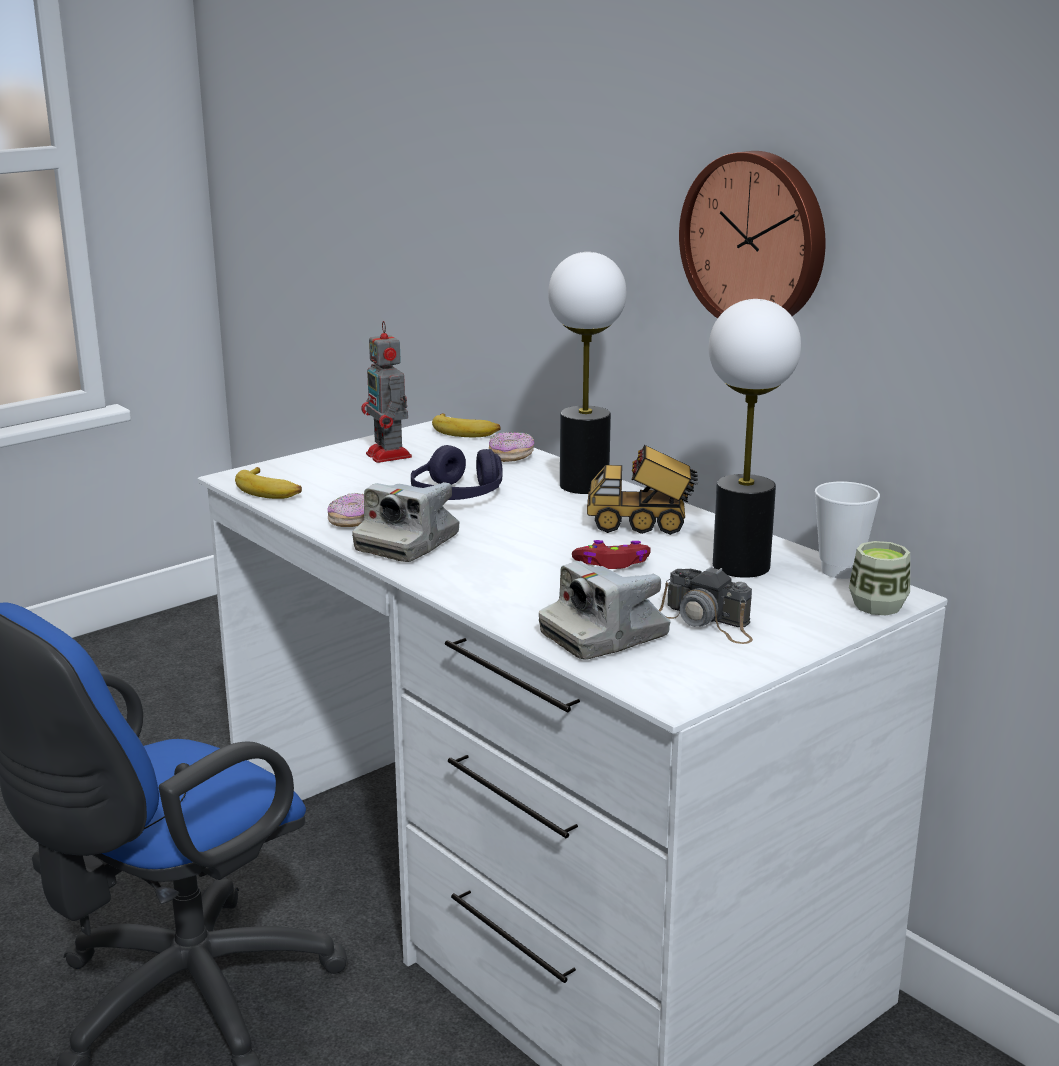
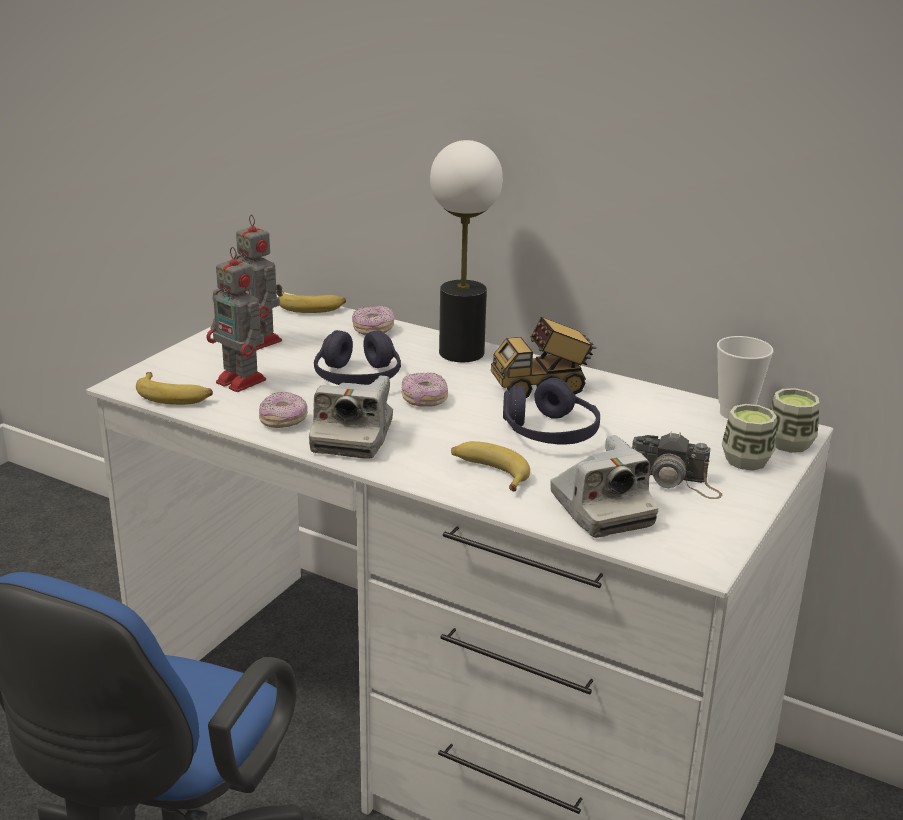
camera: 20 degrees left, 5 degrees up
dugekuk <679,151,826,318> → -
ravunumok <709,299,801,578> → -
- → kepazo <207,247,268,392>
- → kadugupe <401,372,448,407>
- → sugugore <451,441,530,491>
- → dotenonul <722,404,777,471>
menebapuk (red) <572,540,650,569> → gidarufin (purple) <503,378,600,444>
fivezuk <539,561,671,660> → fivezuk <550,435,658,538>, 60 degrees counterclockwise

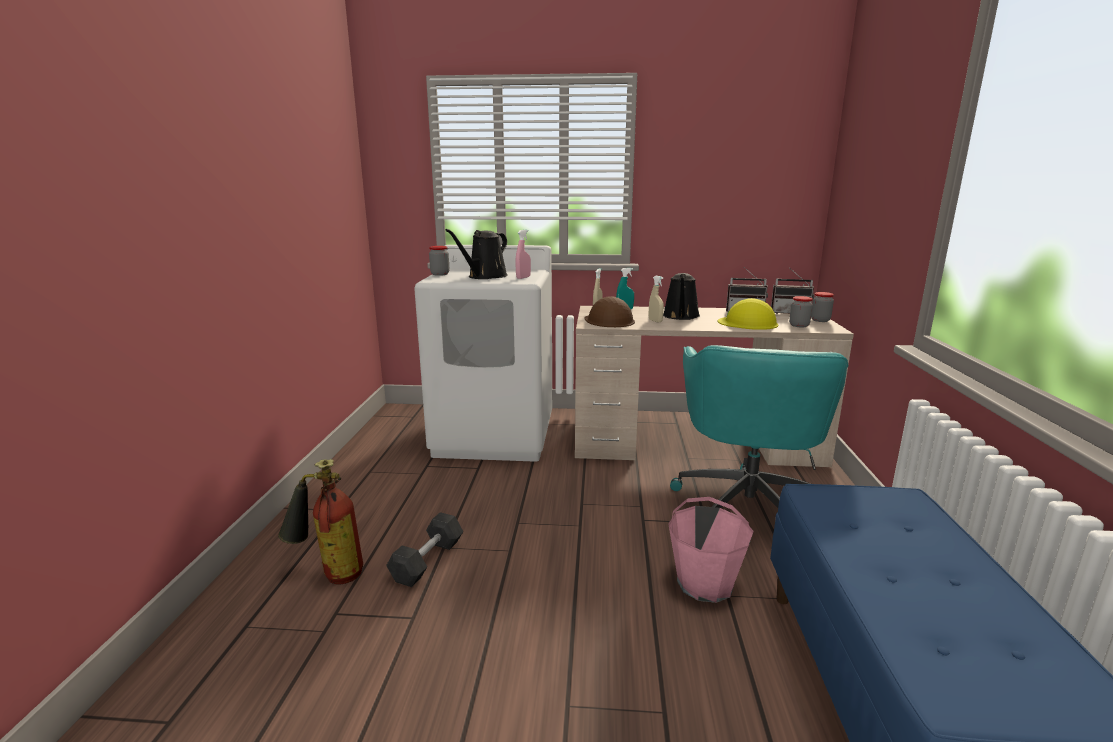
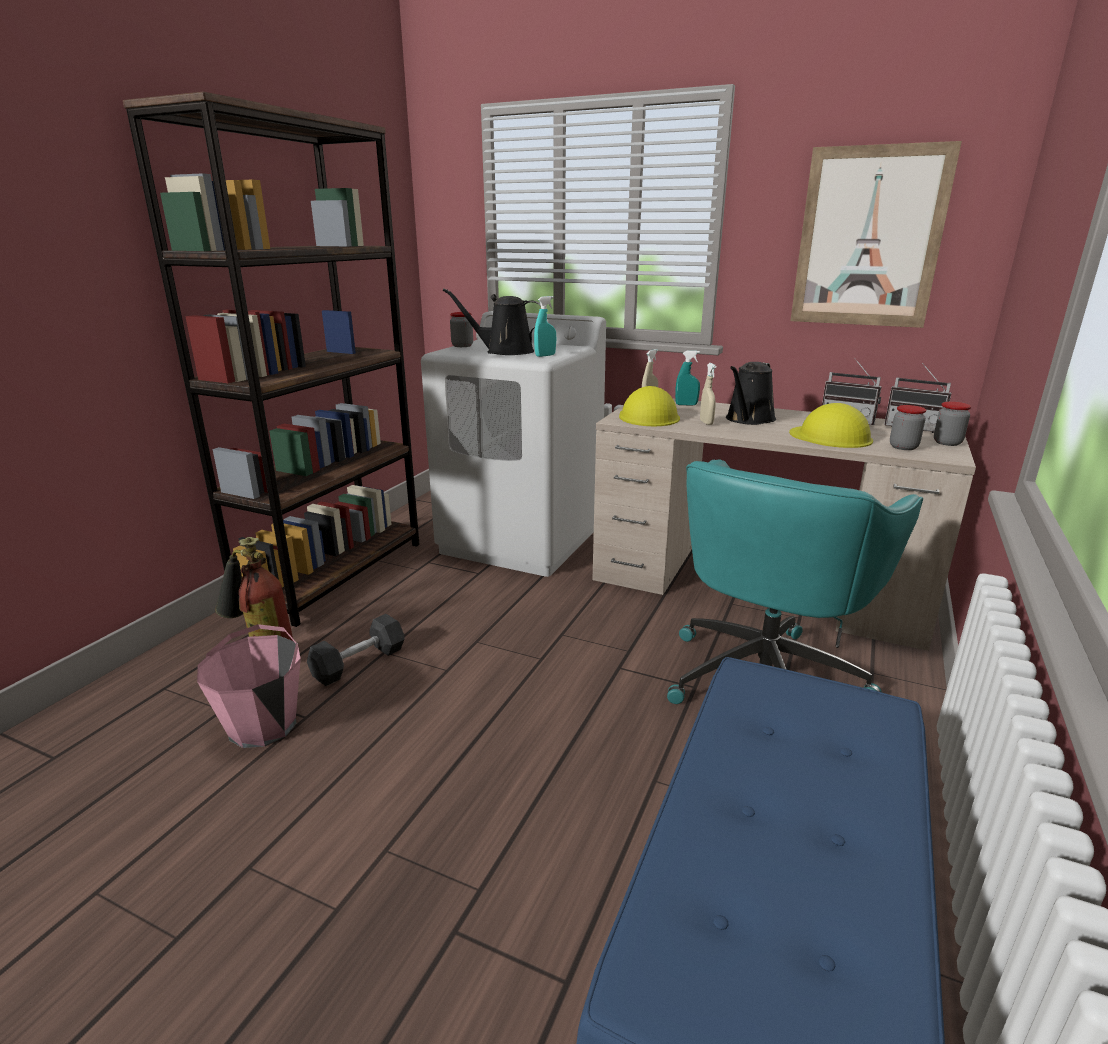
camera: 20 degrees right, 5 degrees up
- → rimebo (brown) <123,92,420,627>
- → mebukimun <790,141,962,328>
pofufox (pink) <668,497,754,603> → pofufox (pink) <197,624,301,748>, shifted
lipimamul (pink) <515,229,531,279> → lipimamul (turquoise) <534,296,556,357>
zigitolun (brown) <584,296,635,327> → zigitolun (yellow) <619,386,680,426>
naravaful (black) <445,229,508,279> → naravaful (black) <443,289,541,355>, 45 degrees clockwise

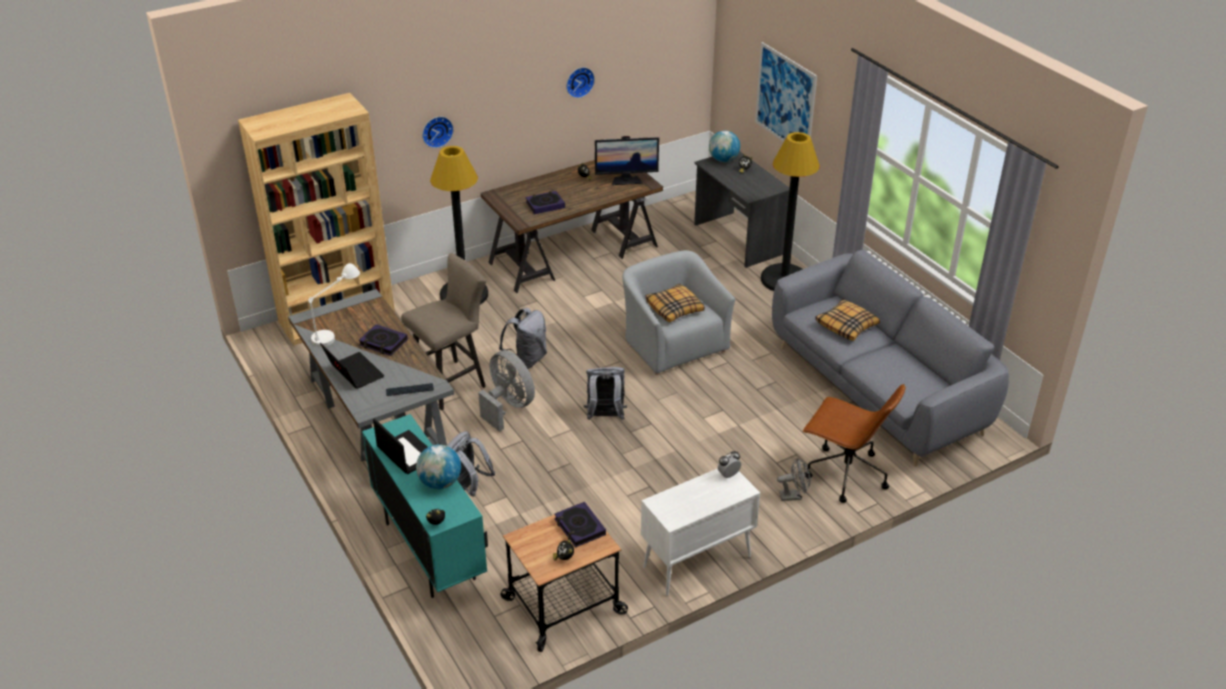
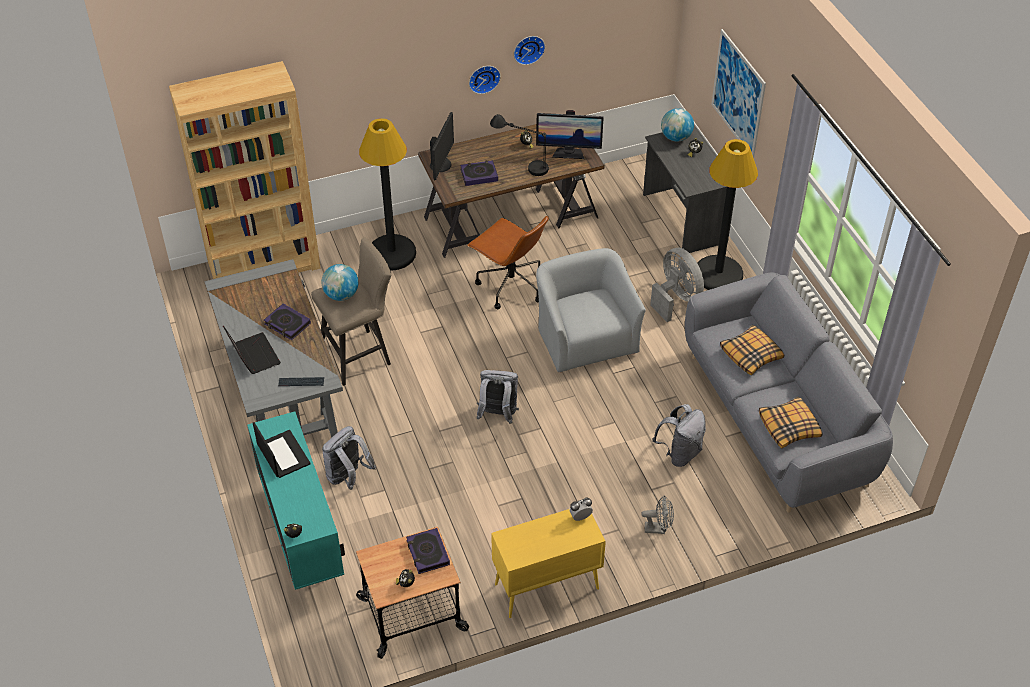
camera: 10 degrees right, 10 degrees up
ravunumok (white) <308,263,360,347> → -
- → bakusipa <430,112,454,181>
- → ravunumok (black) <490,114,549,176>
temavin <416,444,461,489> → temavin <321,264,358,301>, shifted
dugekuk <422,117,454,148> → dugekuk <469,66,501,94>, shifted
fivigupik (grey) <478,350,535,432> → fivigupik (grey) <650,248,704,322>, shifted
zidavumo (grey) <499,308,547,369> → zidavumo (grey) <652,404,706,467>, shifted
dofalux <646,284,705,322> → dofalux <759,397,822,448>, shifted
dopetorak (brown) <803,384,906,503> → dopetorak (brown) <467,216,549,309>, shifted
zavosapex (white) <641,469,760,596> → zavosapex (yellow) <491,509,606,618>

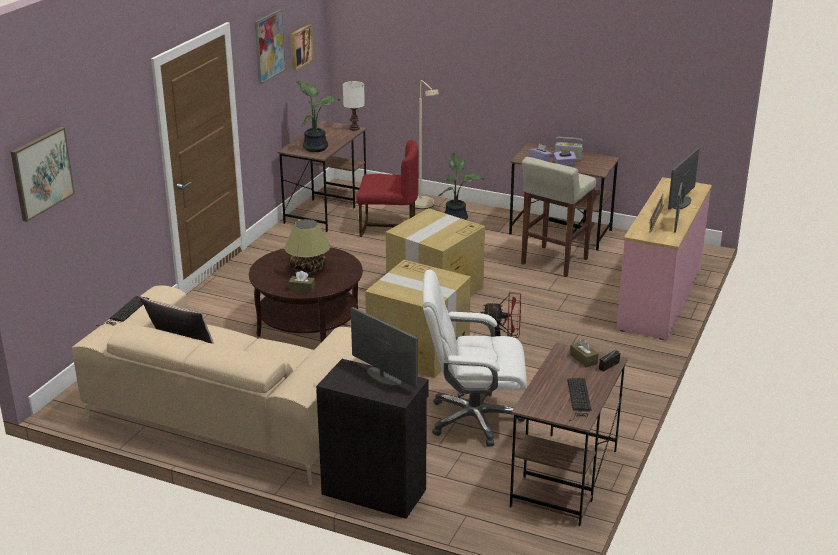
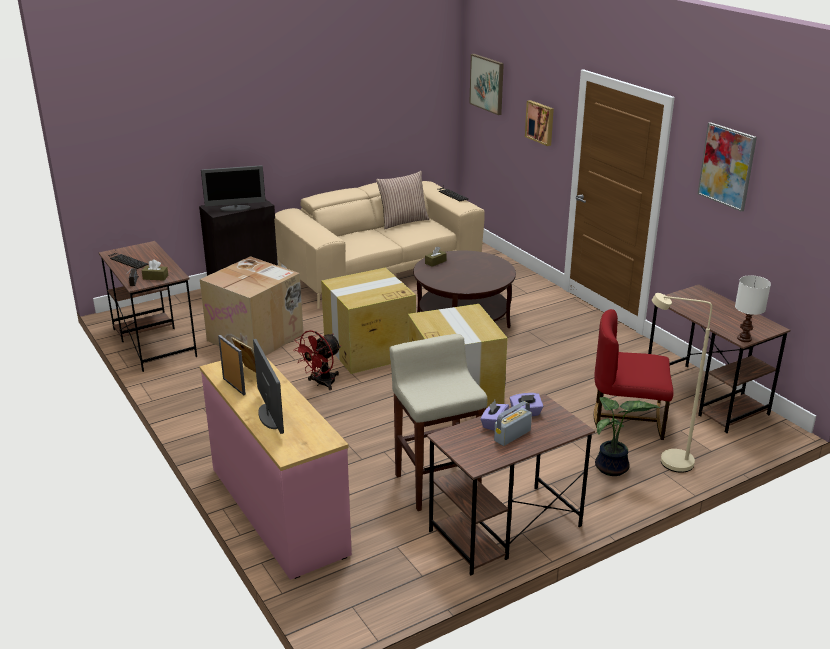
camera: 125 degrees right, 0 degrees up
ravunumok <284,219,330,274> → -
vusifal <296,81,340,152> → -
mebukimun <290,24,314,71> → mebukimun <525,100,554,146>, shifted
dopetorak (white) <423,269,527,447> → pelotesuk <200,256,304,356>
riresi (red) <356,140,419,237> → riresi (red) <594,309,674,440>, 60 degrees clockwise

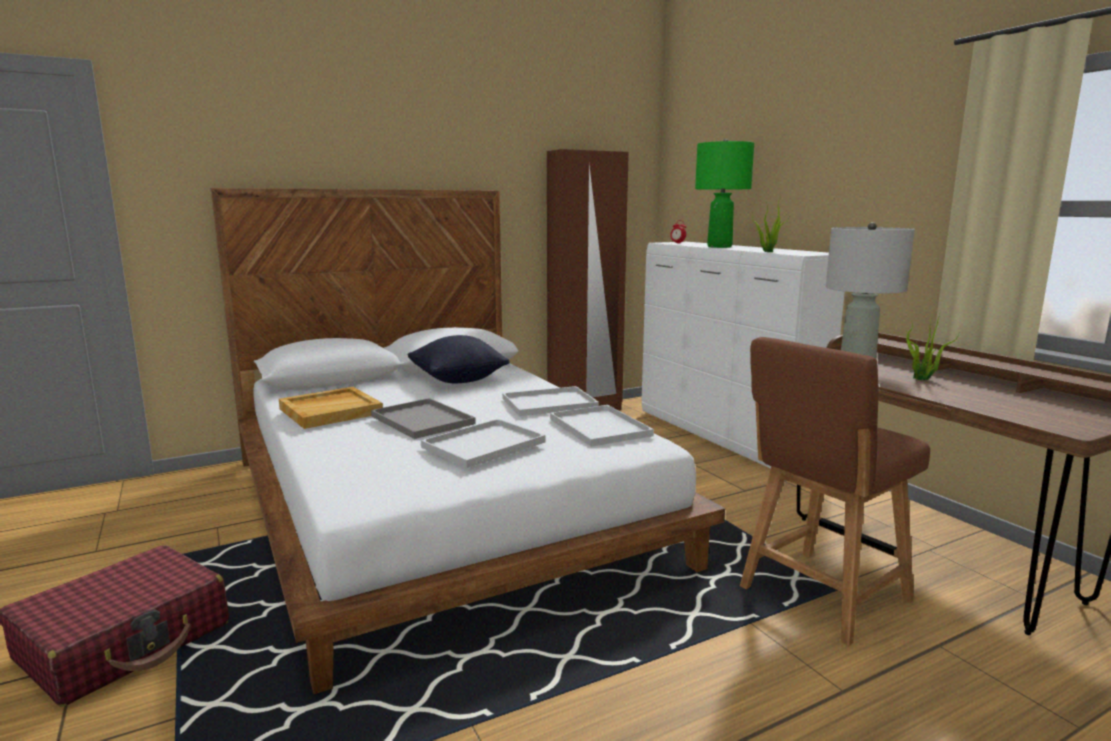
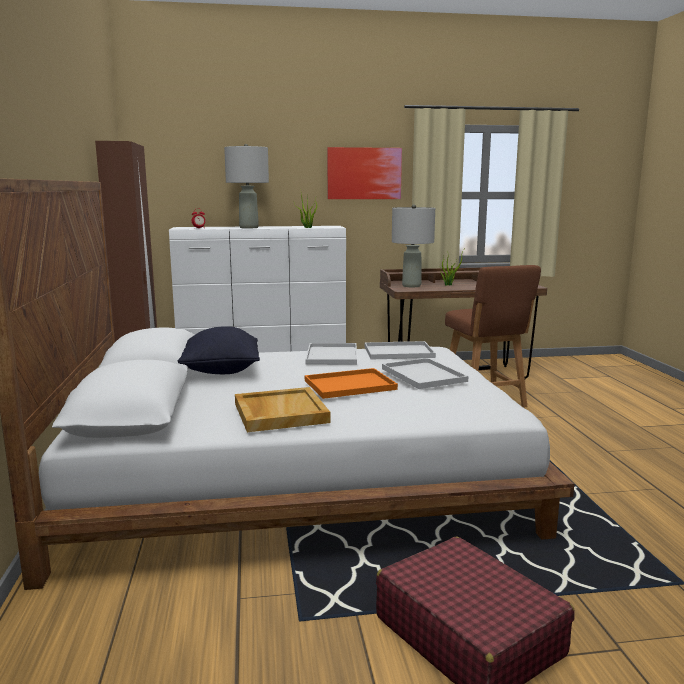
camera: 70 degrees left, 0 degrees up
- → mebukimun <327,147,402,199>
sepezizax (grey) <371,398,476,439> → sepezizax (orange) <305,368,398,399>
ravunumok (green) <695,139,754,248> → ravunumok (grey) <224,144,269,228>

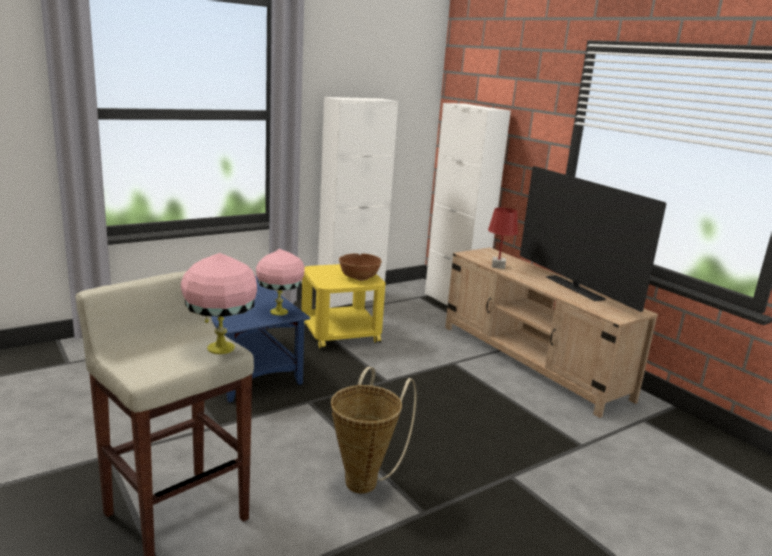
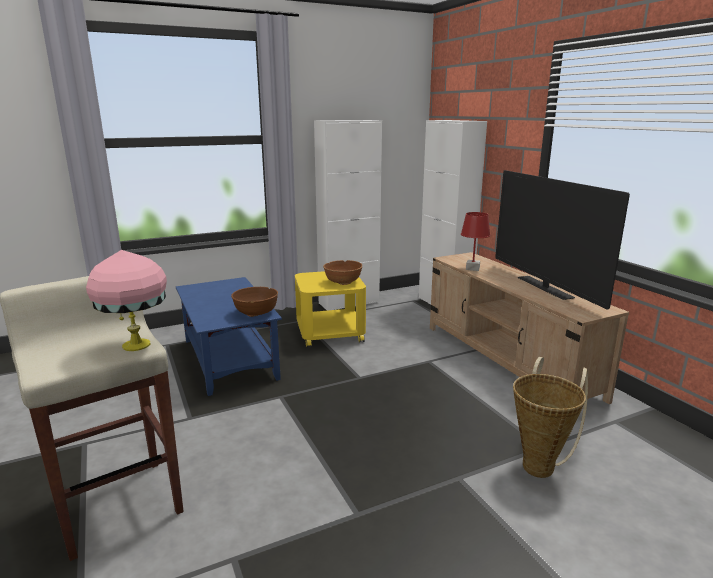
camera: 10 degrees right, 0 degrees up
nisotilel <331,367,417,494> → nisotilel <513,357,588,478>, shifted
ravunumok (pink) <256,249,305,316> → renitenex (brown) <231,287,278,317>

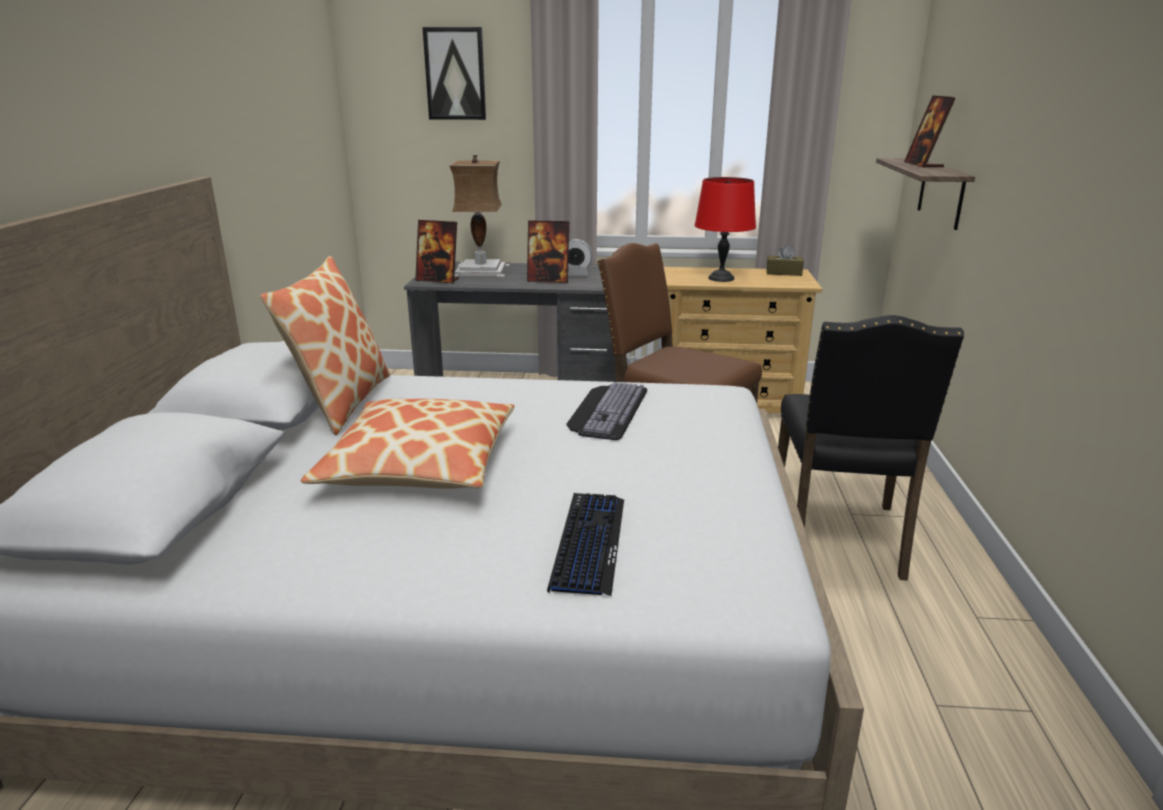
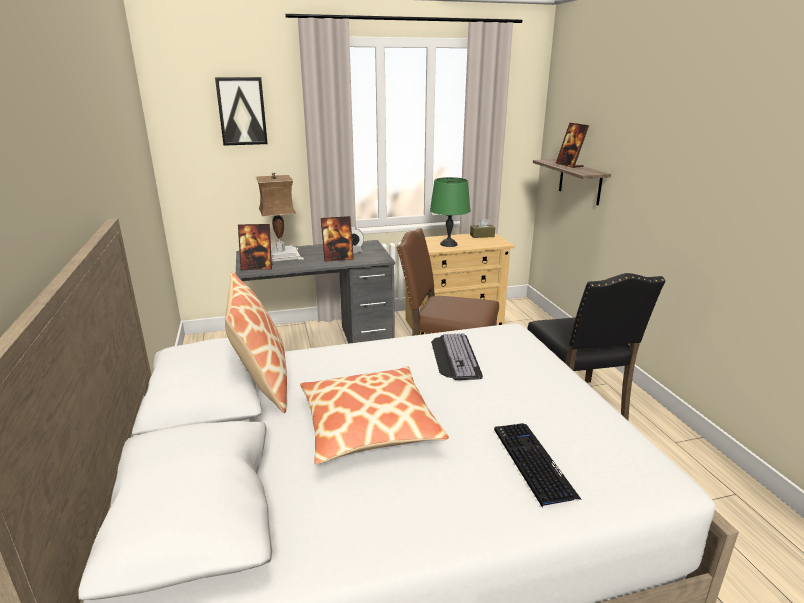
camera: 20 degrees left, 0 degrees up
ravunumok (red) <695,177,756,282> → ravunumok (green) <430,177,470,247>

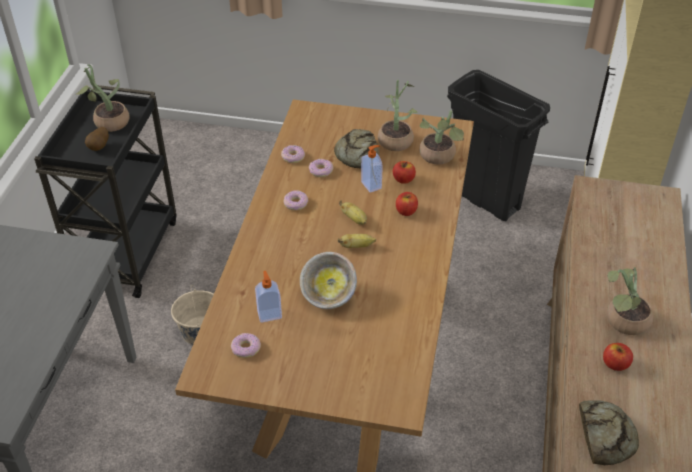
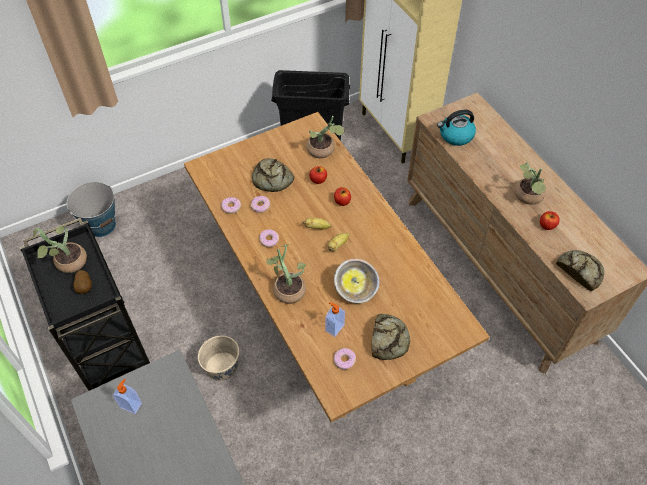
camera: 40 degrees left, 10 degrees up
- → pofufox <67,182,118,237>
- → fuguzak <371,314,410,360>
- → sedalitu <437,110,476,146>
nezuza <361,145,383,193> → nezuza <113,379,142,414>, shifted
vusifal <378,80,418,151> → vusifal <266,244,306,304>, shifted

